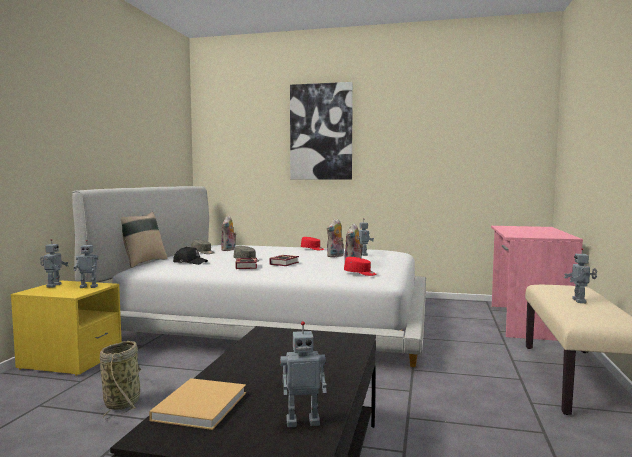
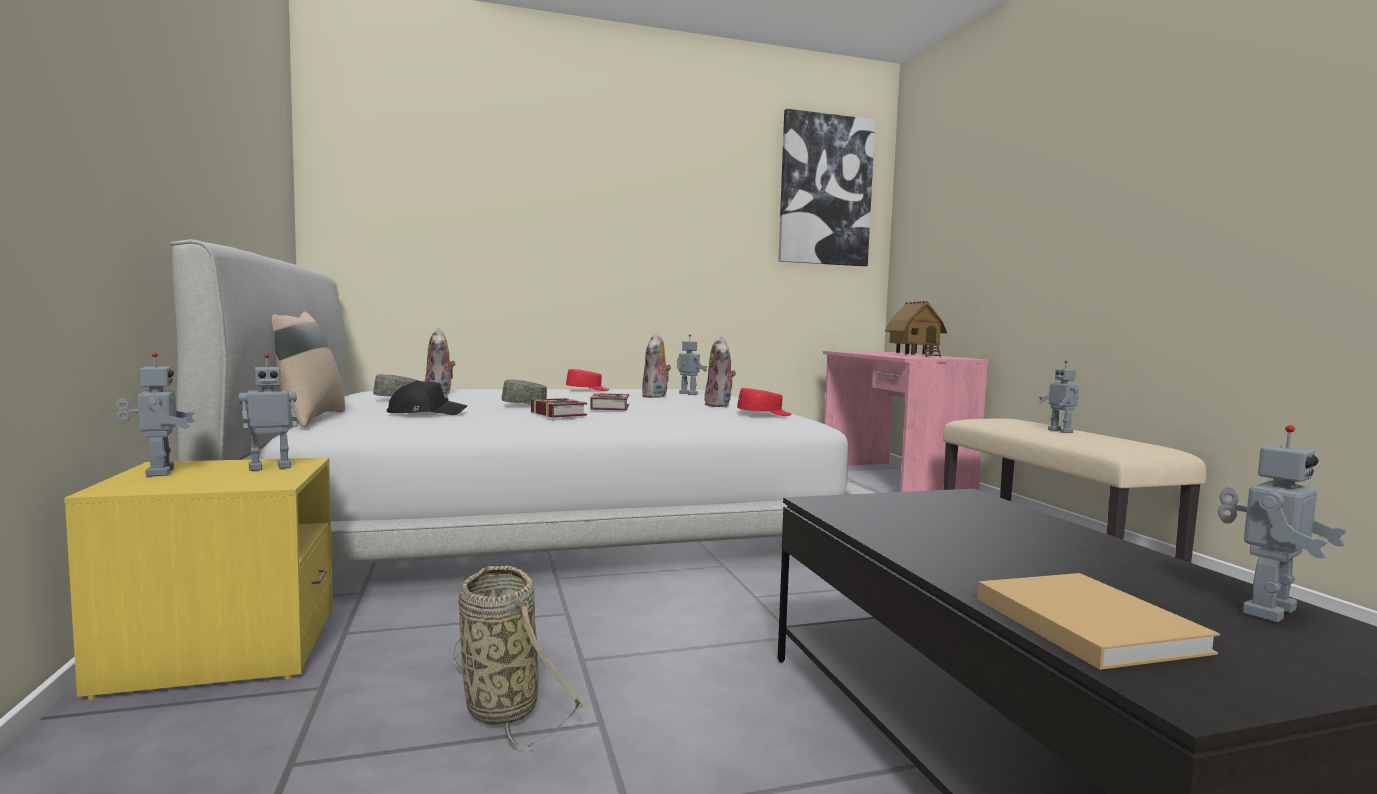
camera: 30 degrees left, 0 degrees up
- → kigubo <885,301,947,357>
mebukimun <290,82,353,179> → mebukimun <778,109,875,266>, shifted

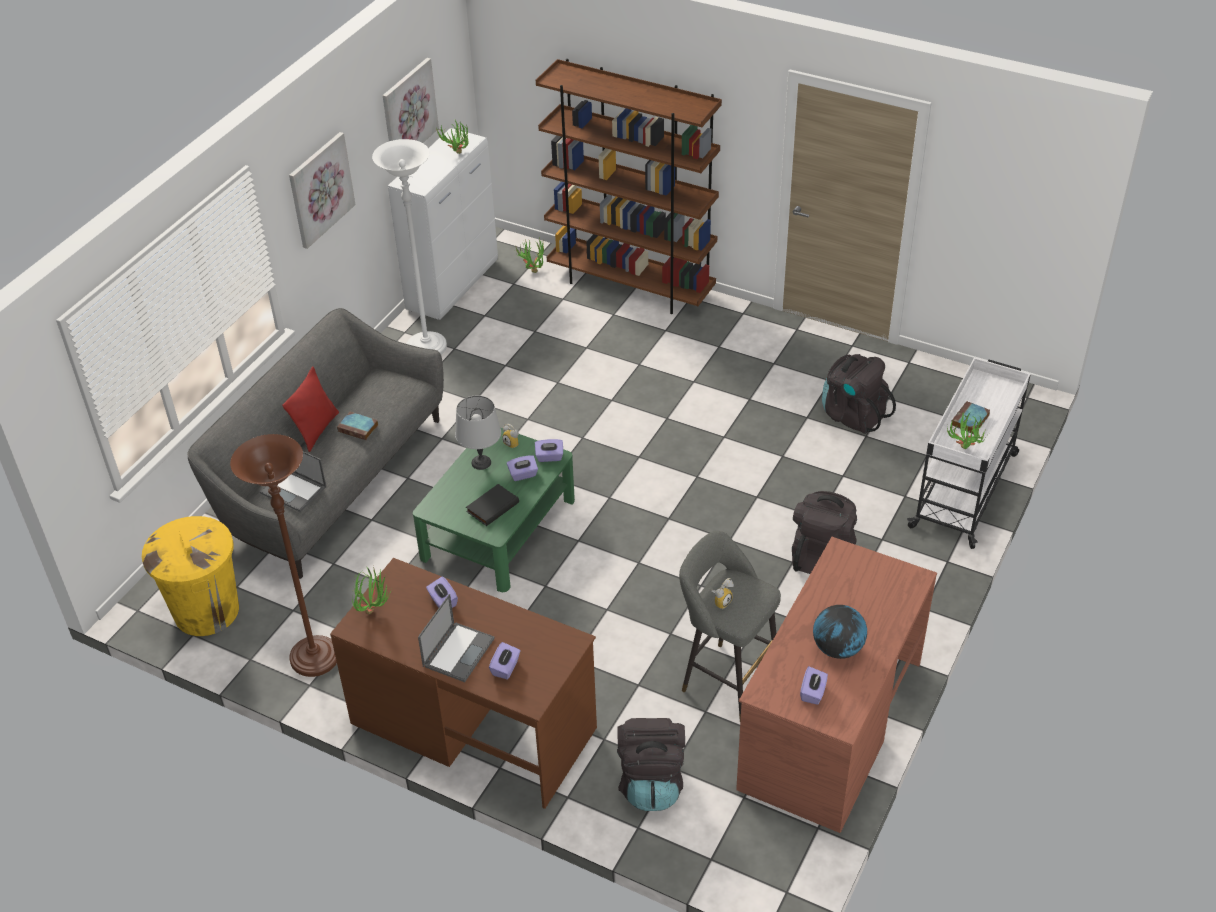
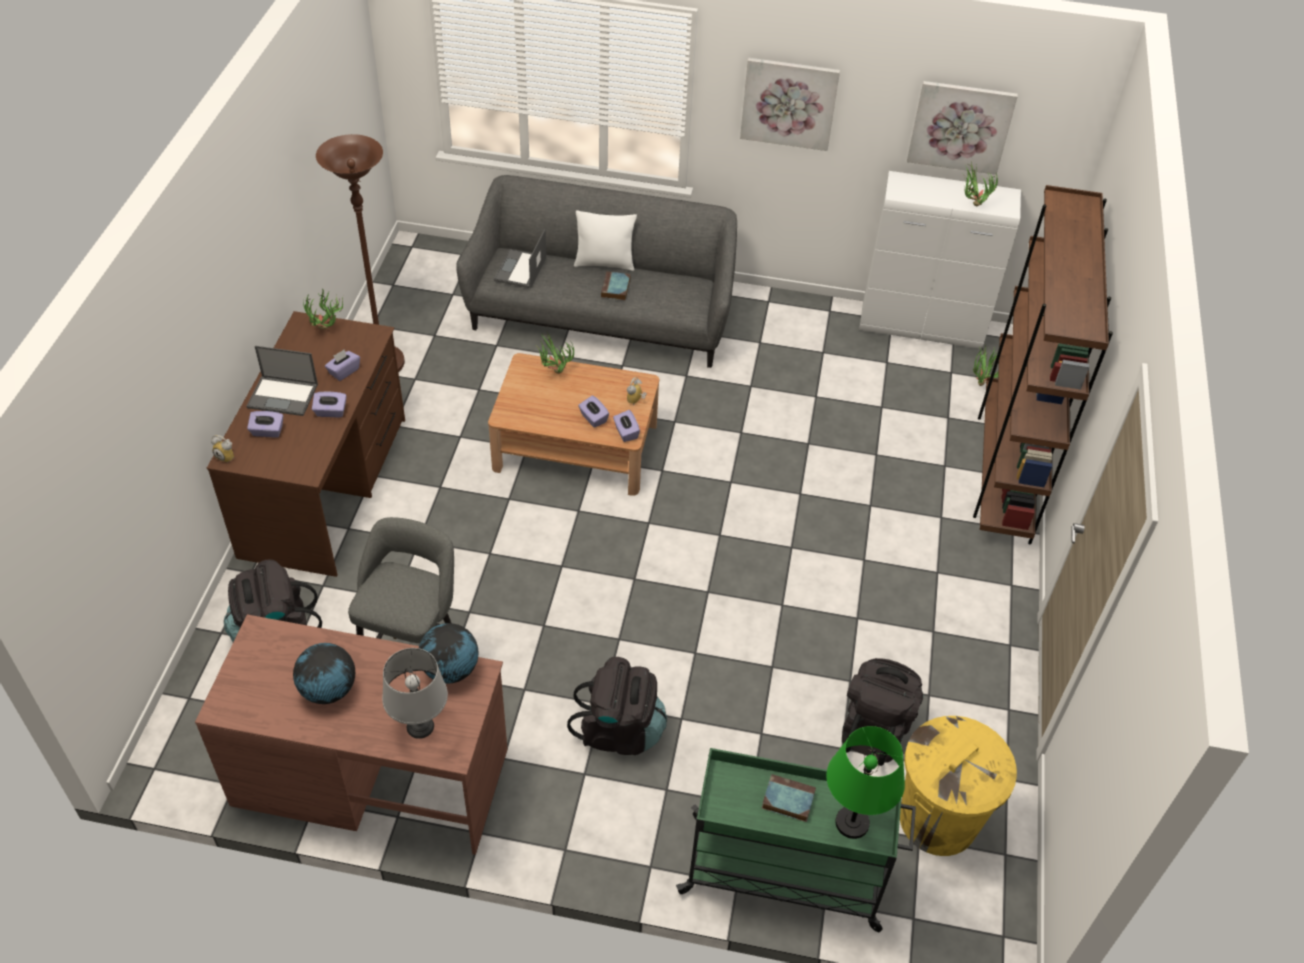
camera: 70 degrees right, 5 degrees up
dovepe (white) <372,139,447,355> → -
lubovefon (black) <466,484,519,526> → -
- → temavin <419,623,479,684>
- → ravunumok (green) <827,726,905,839>
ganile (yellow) <142,516,239,636> → ganile (yellow) <900,716,1017,856>, shifted
ravunumok (grey) <455,396,501,470> → ravunumok (grey) <382,648,448,739>, shifted
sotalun <711,578,734,610> → sotalun <211,435,235,463>, shifted
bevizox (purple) <800,666,828,705> → bevizox (purple) <312,392,347,417>, shifted
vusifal <947,411,986,449> → vusifal <537,332,574,374>, shifted
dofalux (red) <282,367,339,452> → dofalux (white) <574,210,637,271>
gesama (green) <413,428,575,592> → gesama (brown) <488,353,659,496>
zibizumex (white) <907,358,1031,549> → zibizumex (green) <676,748,916,932>

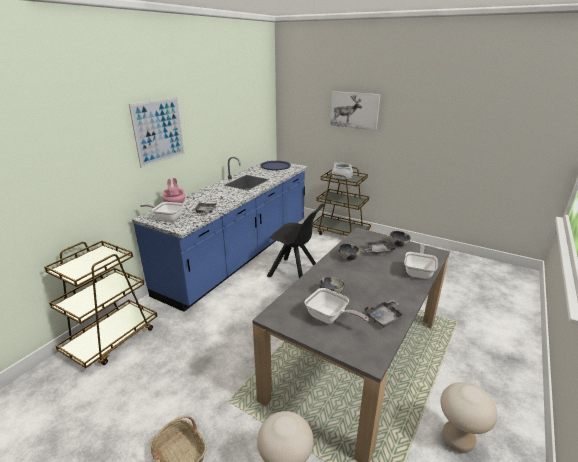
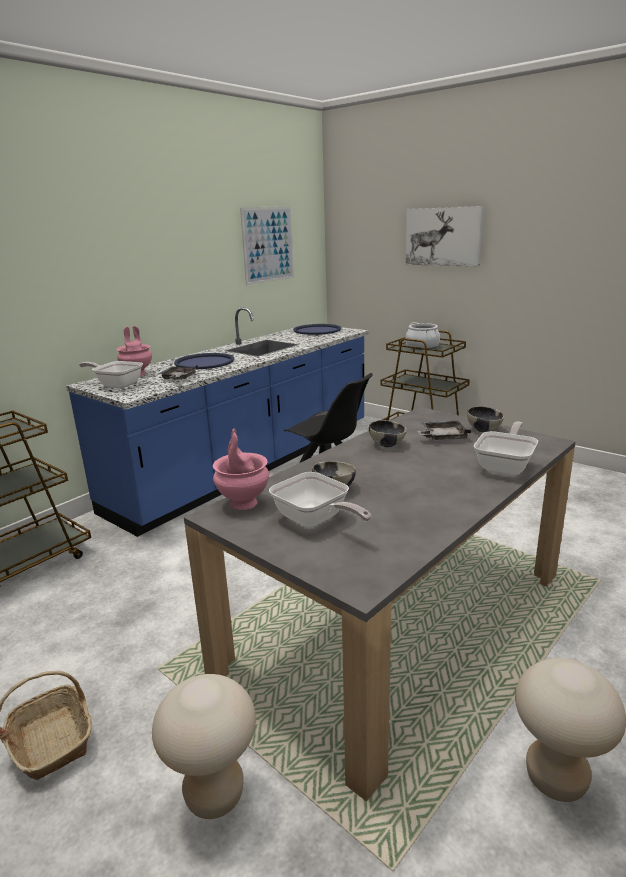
camera: 10 degrees right, 5 degrees down
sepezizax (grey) <364,300,406,327> → -
- → sepezizax (blue) <174,353,234,369>
- → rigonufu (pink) <213,428,269,510>
mebukimun <129,97,185,168> → mebukimun <240,207,294,285>, shifted

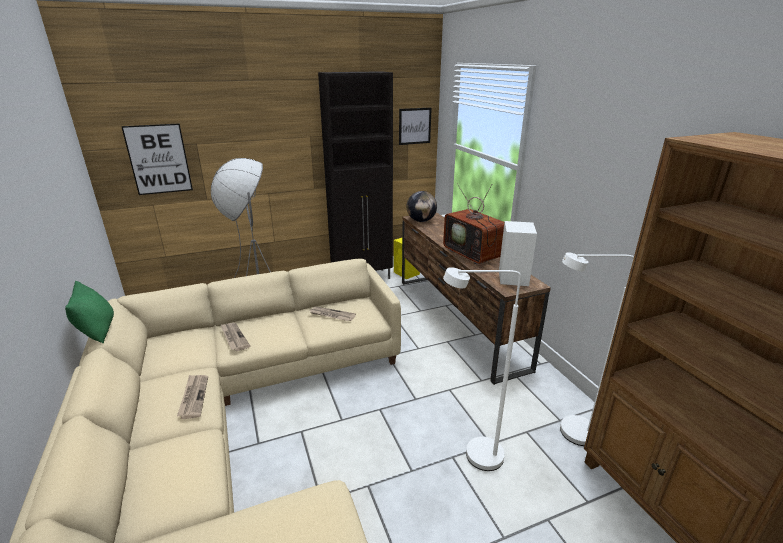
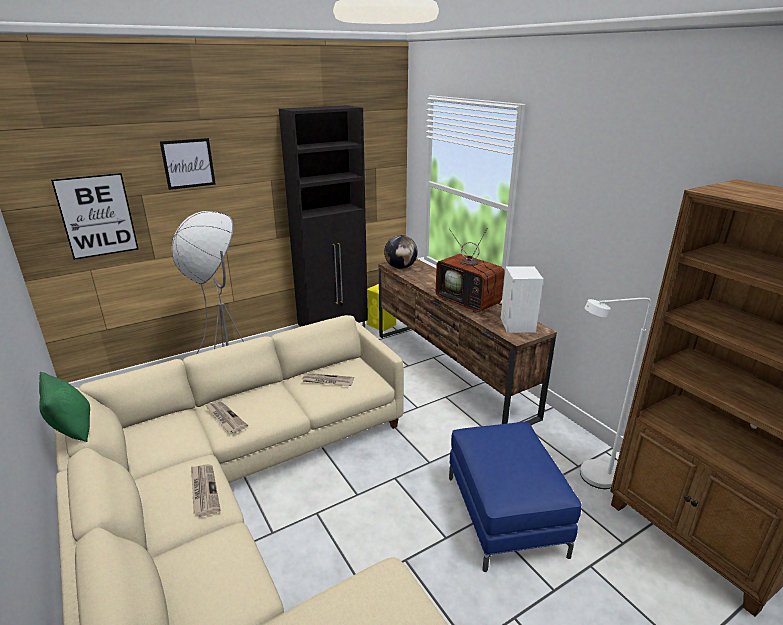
camera: 10 degrees left, 0 degrees up
mebukimun <399,108,432,145> → mebukimun <160,138,216,190>, shifted
dovepe (white) <443,267,521,471> → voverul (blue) <449,422,581,572>

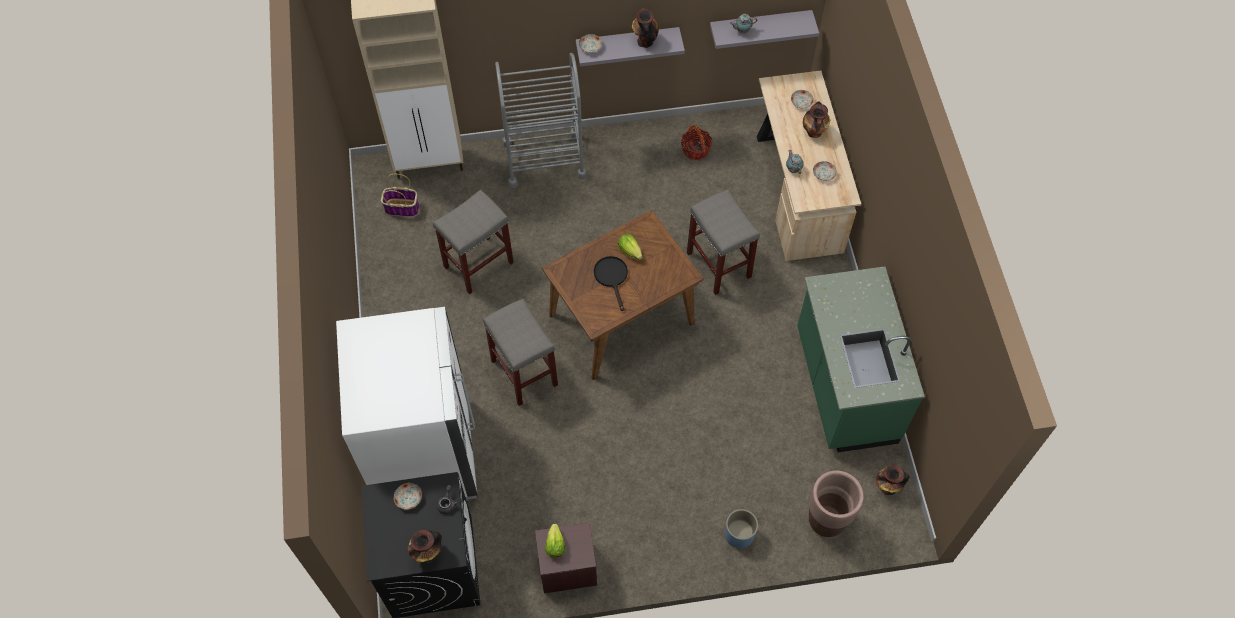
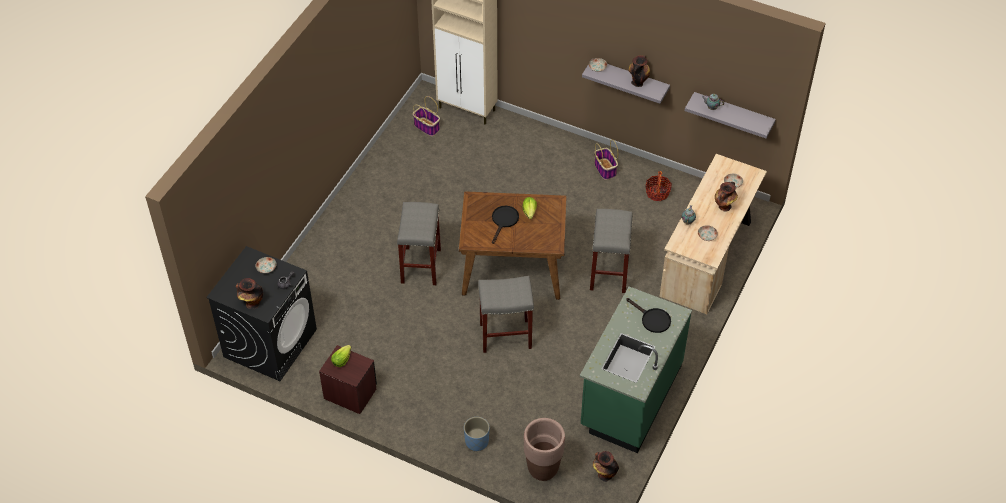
camera: 35 degrees right, 10 degrees down
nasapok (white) <336,306,478,501> → -
zibizumex (grey) <495,53,587,188> → -
- → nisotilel <594,139,618,180>
- → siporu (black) <626,298,671,333>
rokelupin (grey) <433,190,514,294> → rokelupin (grey) <478,276,534,353>, shifted

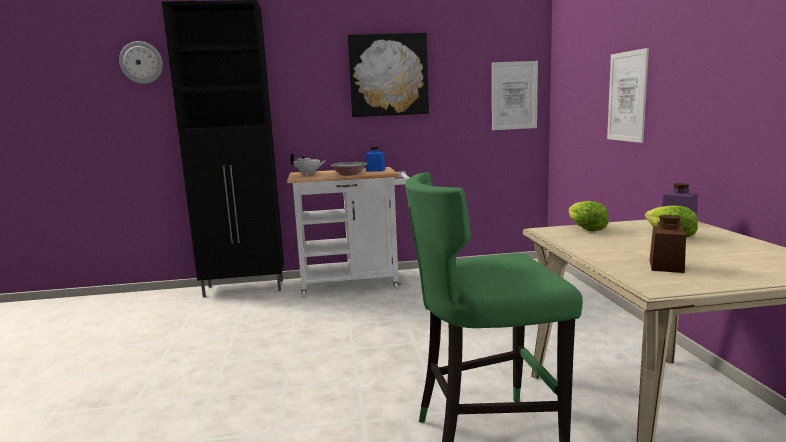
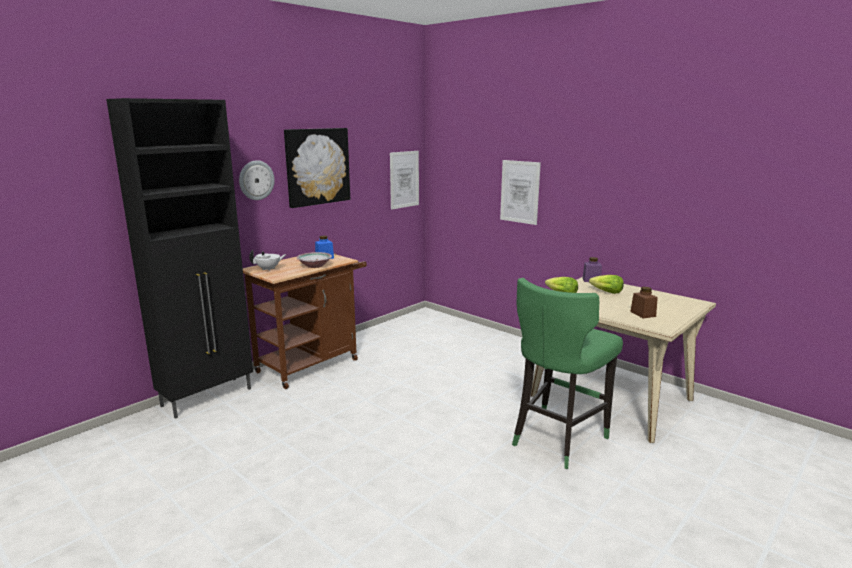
camera: 40 degrees left, 5 degrees up
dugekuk <119,41,163,84> → dugekuk <239,160,275,200>, shifted
zibizumex (white) <287,167,410,298> → zibizumex (brown) <243,253,367,389>

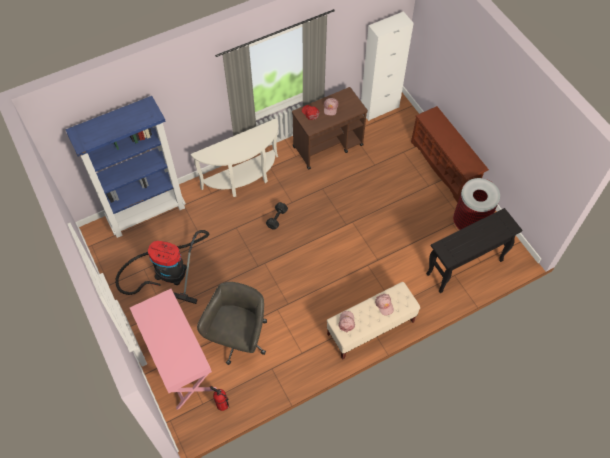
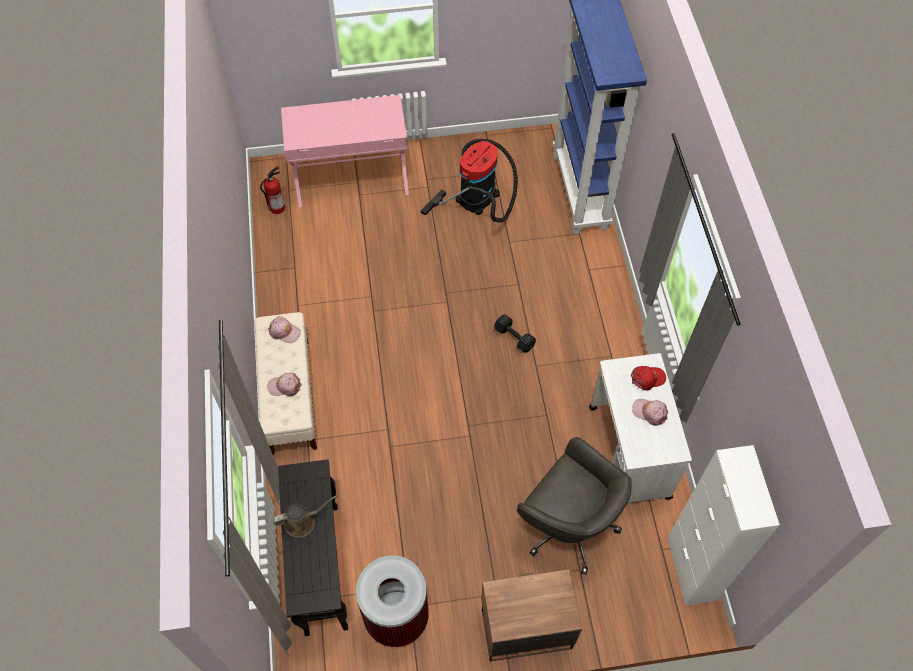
camera: 110 degrees right, 0 degrees up
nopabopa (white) <191,118,278,197> → -
- → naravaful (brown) <273,495,337,538>
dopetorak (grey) <197,282,267,365> → dopetorak (grey) <517,437,632,575>, shifted
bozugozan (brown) <411,106,489,203> → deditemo <481,569,582,661>
zibizumex (brown) <292,87,368,169> → zibizumex (white) <589,353,692,503>

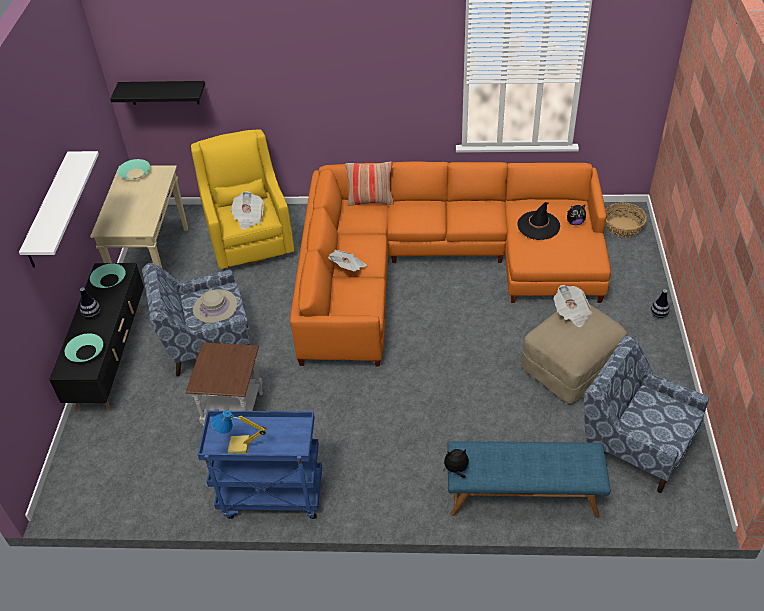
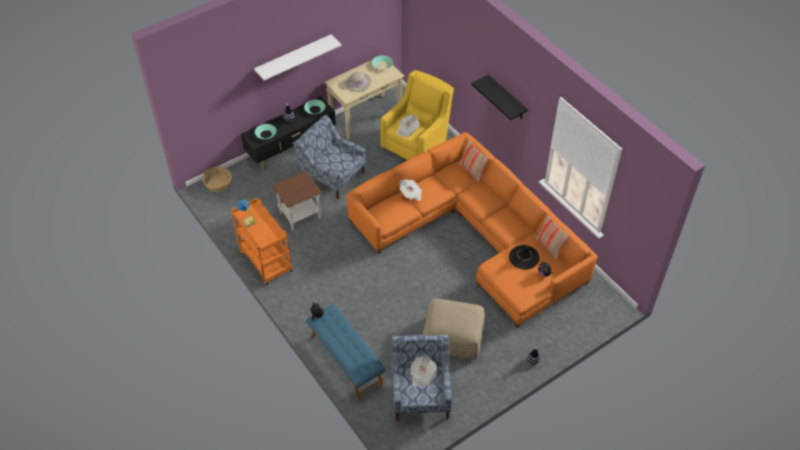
camera: 50 degrees right, 5 degrees up
- → dofalux <535,214,570,261>
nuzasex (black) <110,81,205,105> → nuzasex (black) <471,74,528,120>, shifted
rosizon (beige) <193,289,237,323> → rosizon (beige) <345,72,371,92>, shifted
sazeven <554,285,592,327> → sazeven <410,355,437,386>, shifted
nisotilel <605,203,647,237> → nisotilel <202,166,232,192>, shifted
zibizumex (blue) <198,409,323,519> → zibizumex (orange) <231,198,293,285>

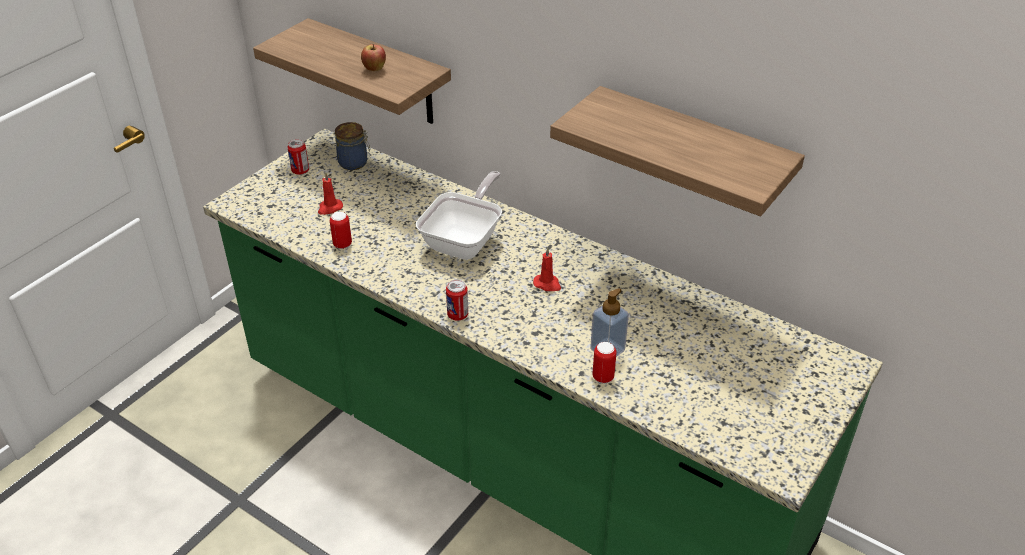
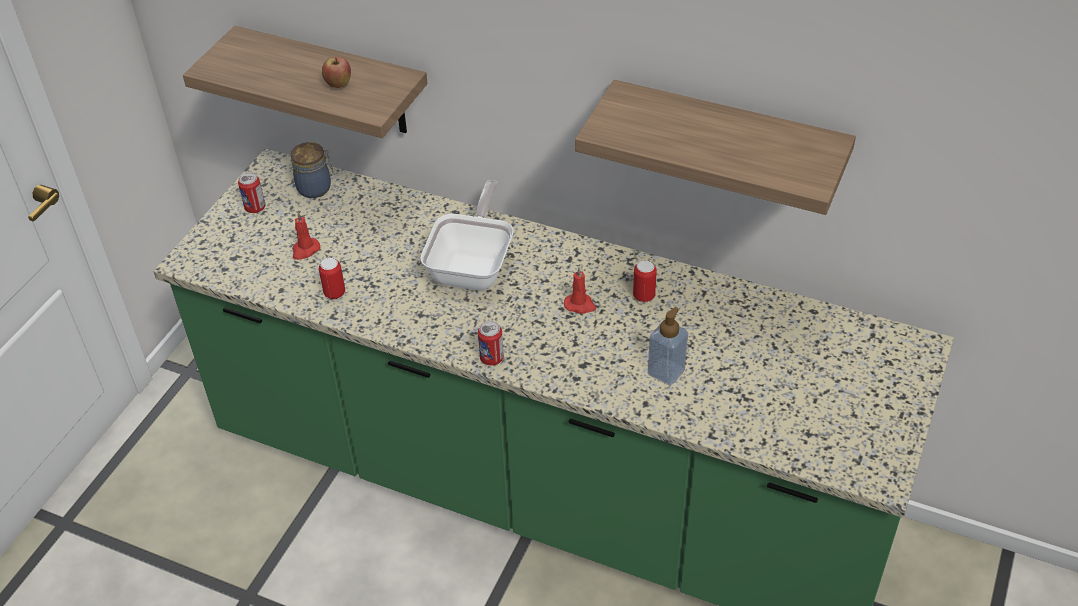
camera: 10 degrees left, 5 degrees up
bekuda <592,342,617,383> → bekuda <633,260,657,302>, shifted

